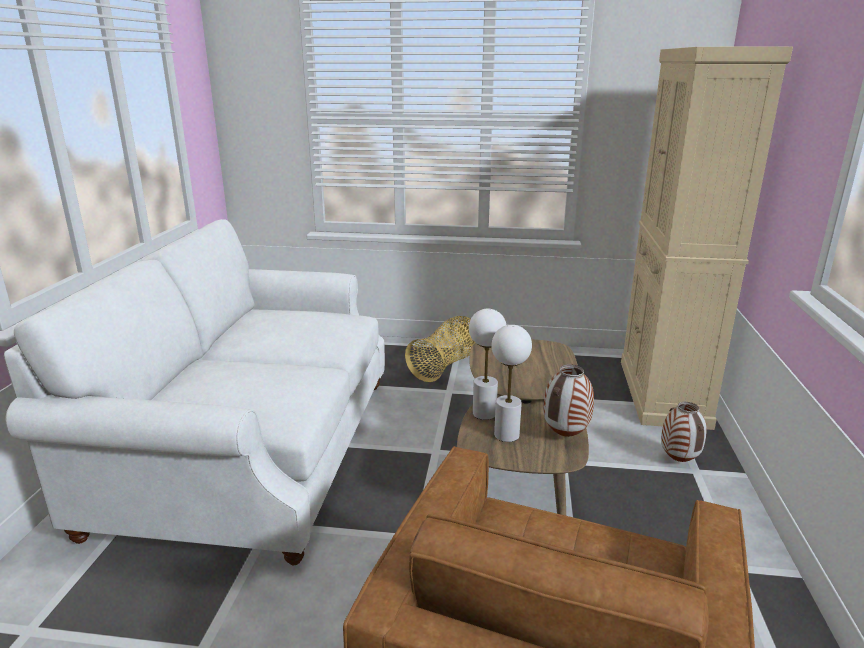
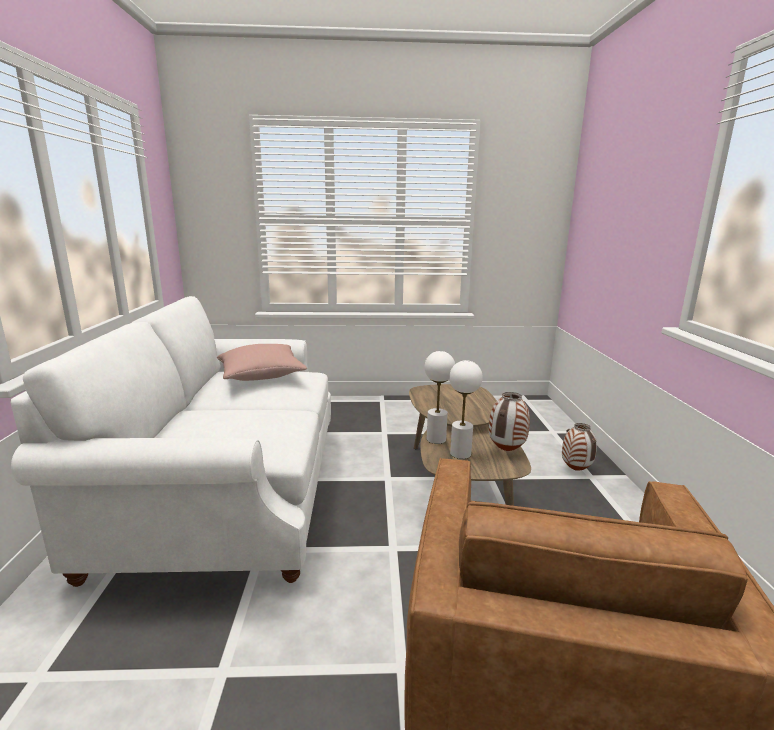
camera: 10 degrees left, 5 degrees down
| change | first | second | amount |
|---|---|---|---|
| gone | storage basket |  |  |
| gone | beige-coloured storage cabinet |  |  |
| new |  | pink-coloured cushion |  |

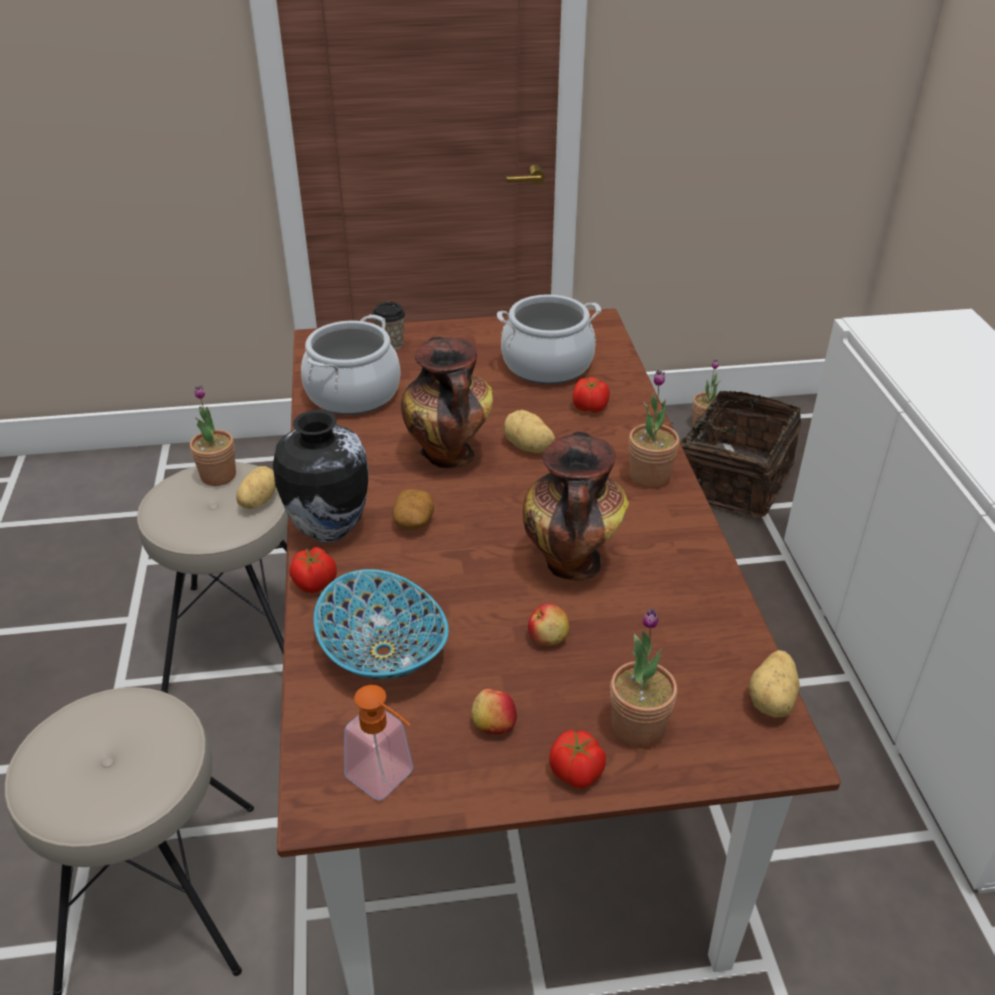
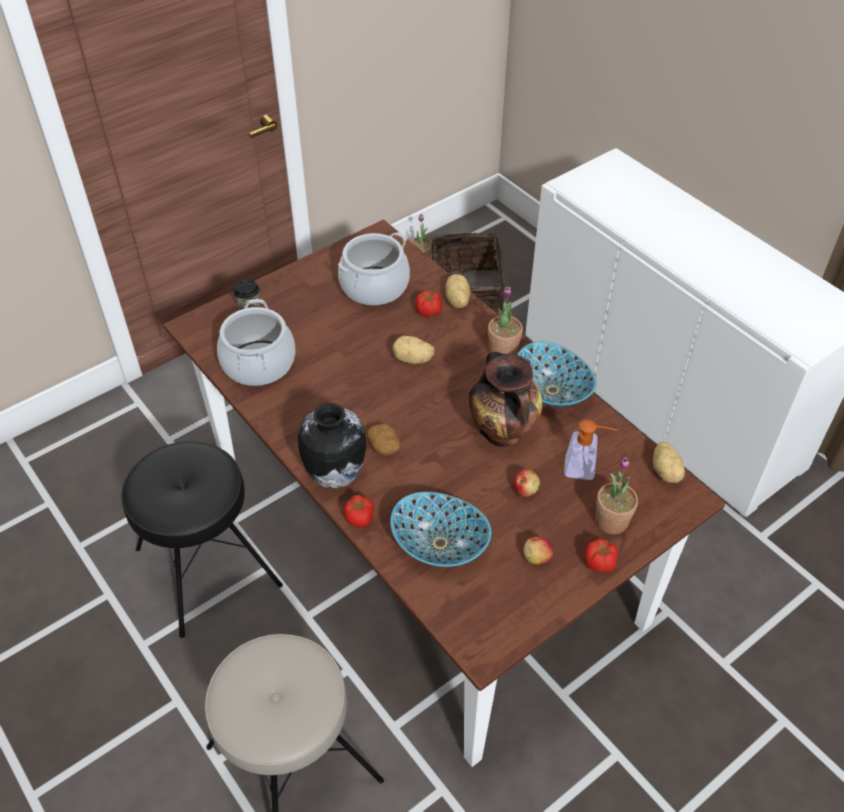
camera: 30 degrees left, 10 degrees up
| change | first | second | amount |
|---|---|---|---|
| gone | houseplant (no. 1 from left) |  |  |
| gone | vase (no. 2 from left) |  |  |
| new |  | deep dish (no. 2 from left) |  |
| shifted | potato (no. 1 from left in the first image) | potato (no. 3 from left) |  |
| shifted | soap bottle |  |  |
| repainted | beige-coloured sitting stool (no. 2 from left) | black-coloured sitting stool |  |

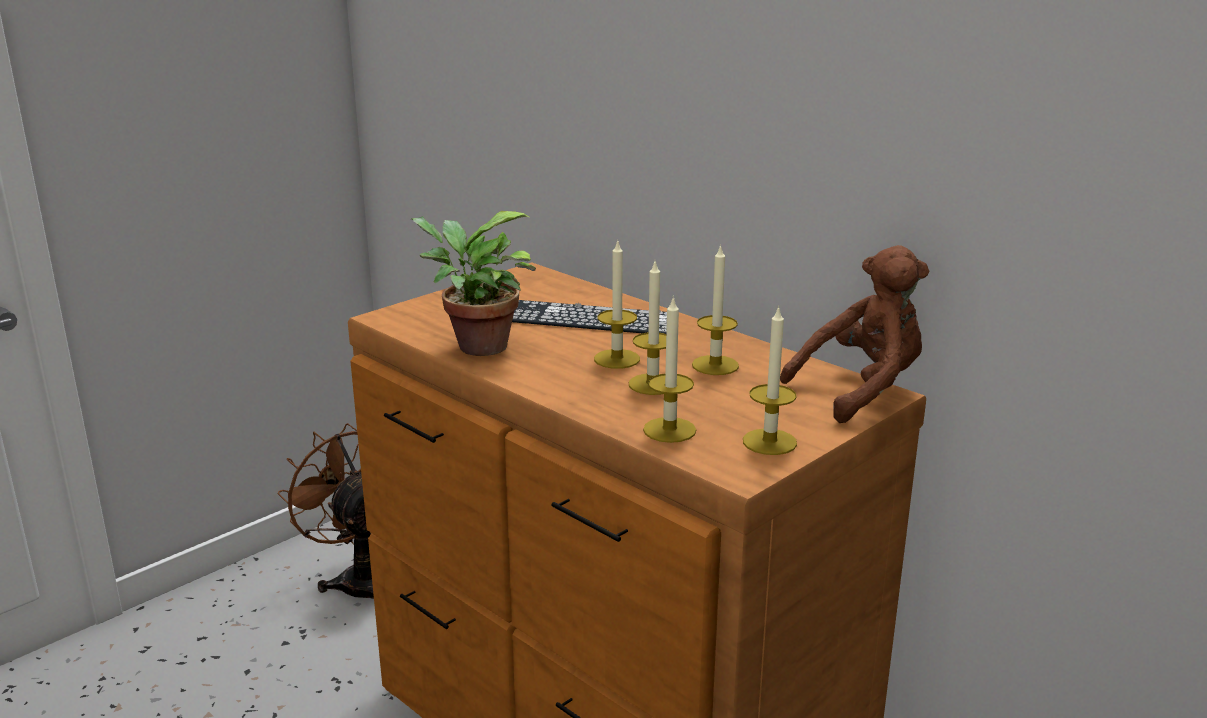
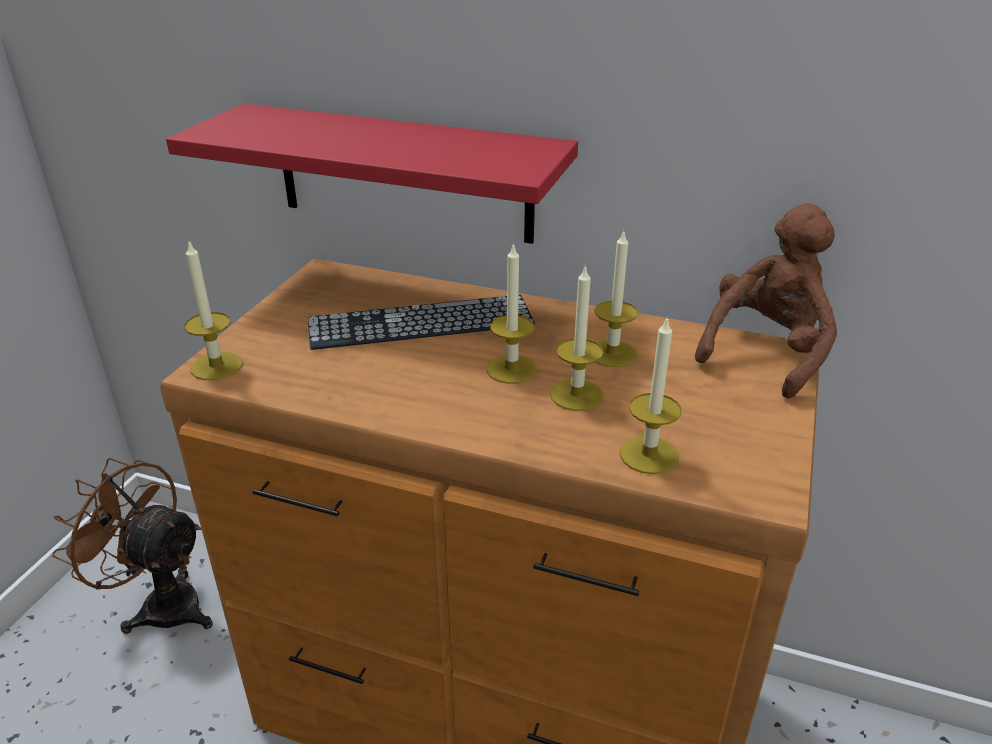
camera: 25 degrees left, 10 degrees up
| change | first | second | amount |
|---|---|---|---|
| gone | houseplant |  |  |
| new |  | reddish wall shelf |  |
| shifted | wax light (no. 5 from left in the first image) | wax light (no. 1 from left) |  |

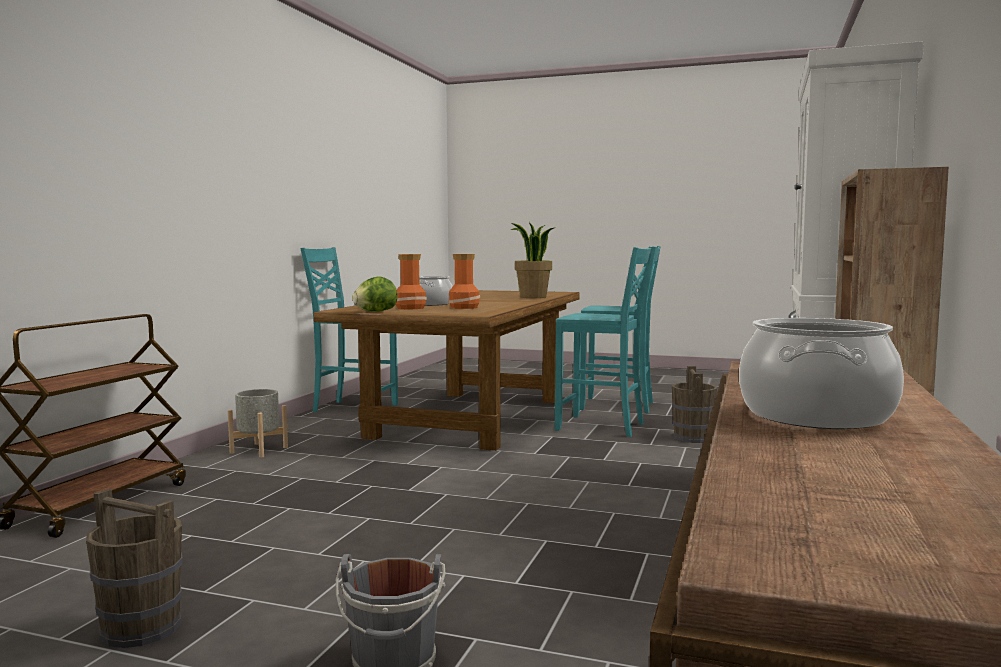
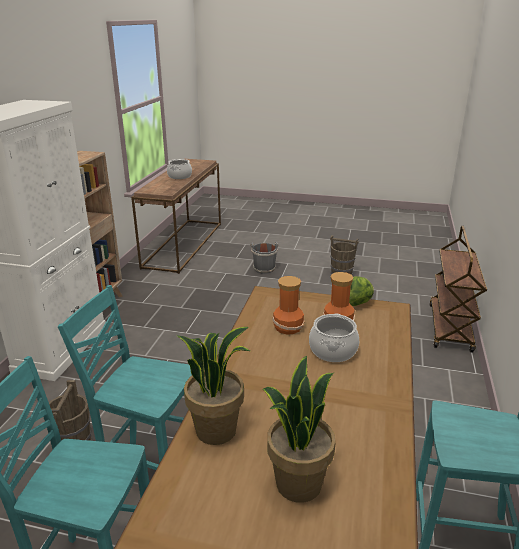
camera: 175 degrees right, 20 degrees up
| change | first | second | amount |
|---|---|---|---|
| gone | gray flower pot |  |  |
| new |  | houseplant (no. 2 from left) |  |

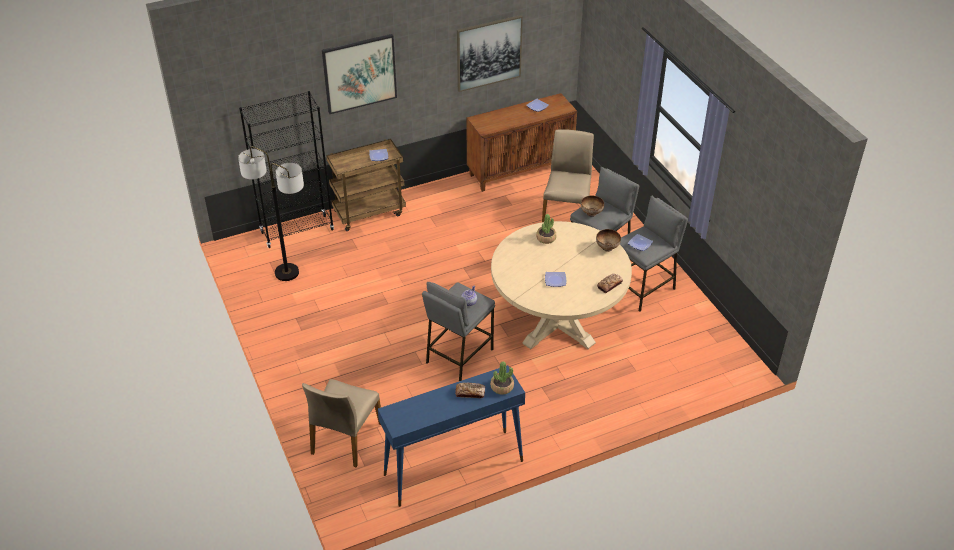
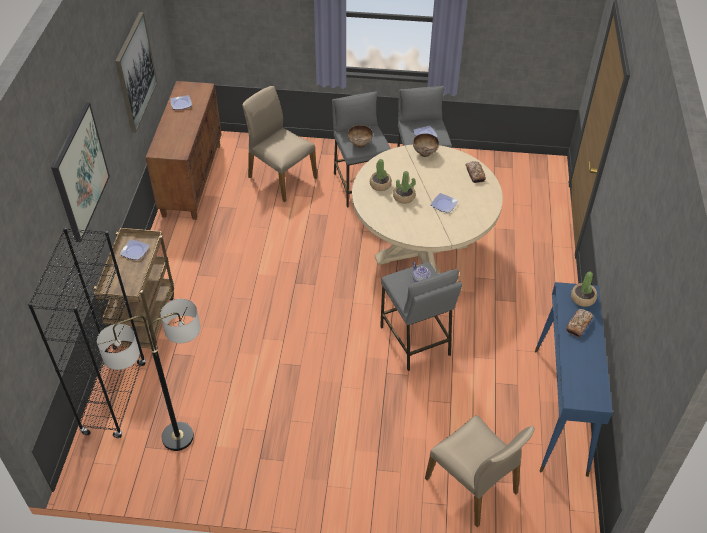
camera: 60 degrees left, 5 degrees up
| change | first | second | amount |
|---|---|---|---|
| new |  | houseplant (no. 2 from left) |  |

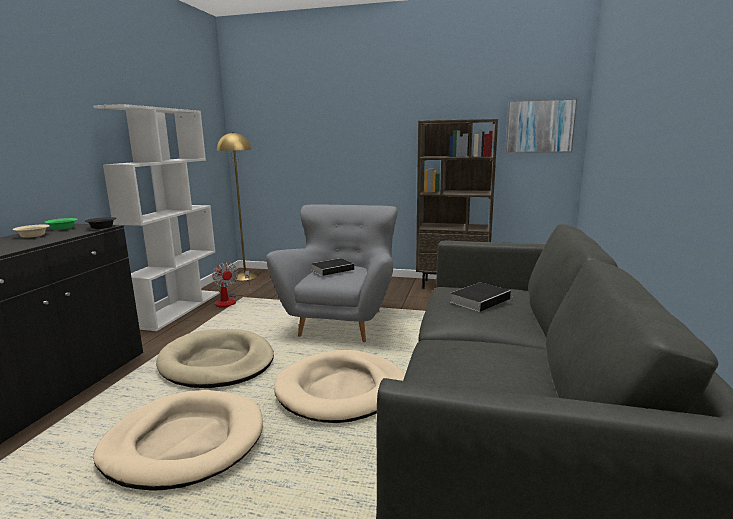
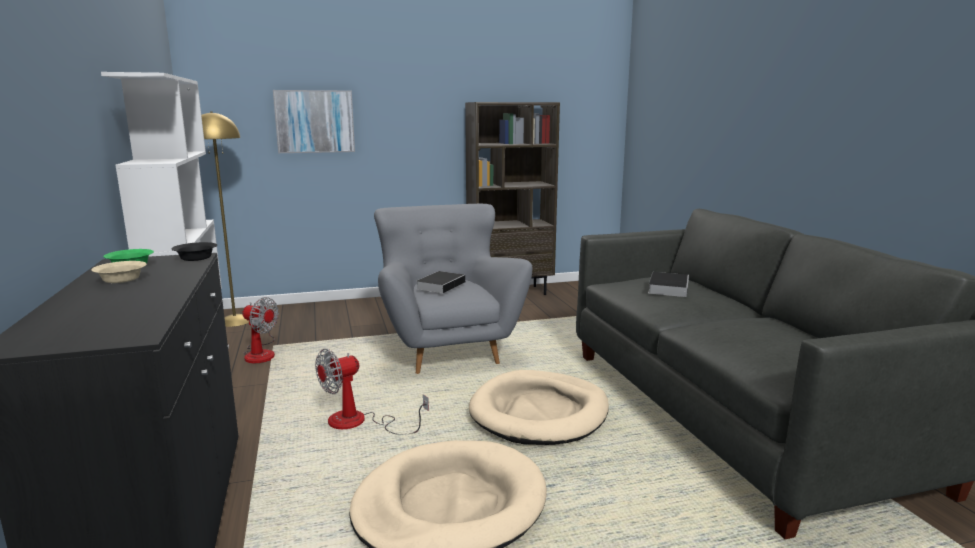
camera: 30 degrees left, 0 degrees up
| change | first | second | amount |
|---|---|---|---|
| shifted | wall art |  |  |
| swapped | beige-coloured pet bed (no. 2 from left) | electric fan (no. 2 from left) |  |

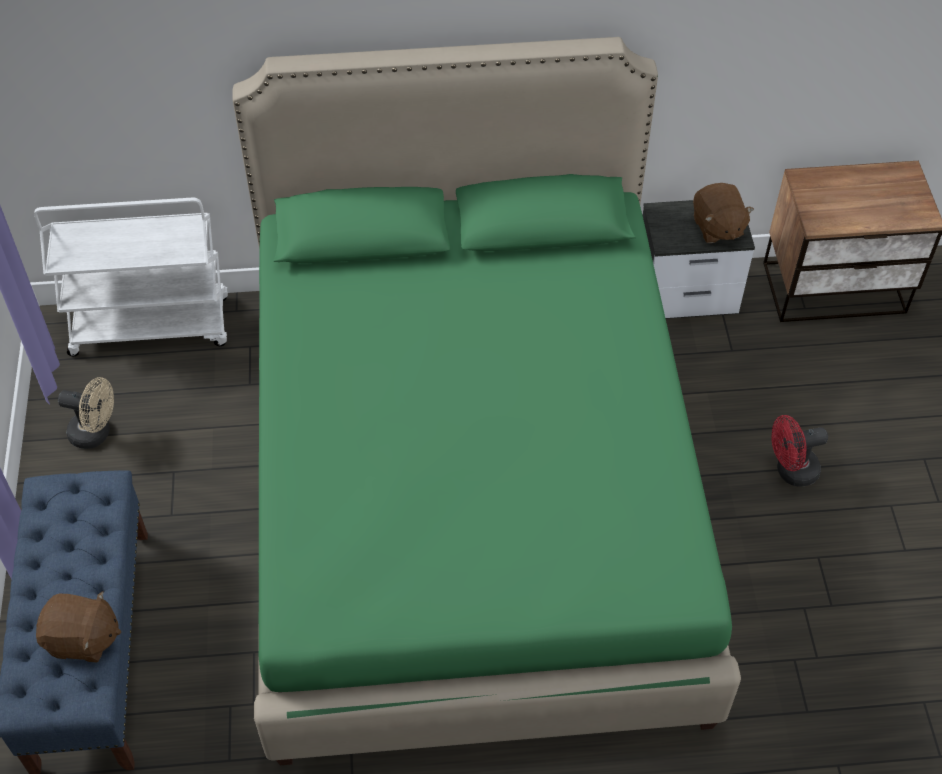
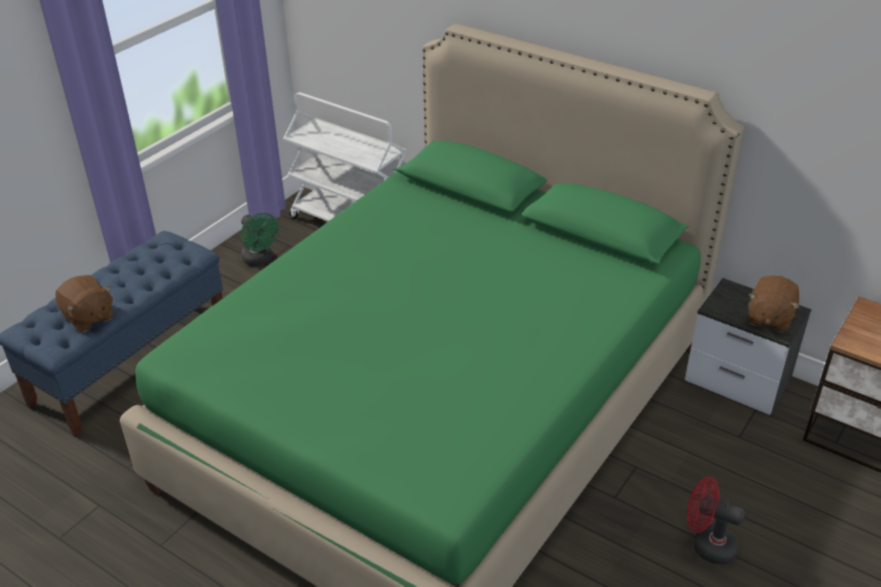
camera: 40 degrees right, 15 degrees down
| change | first | second | amount |
|---|---|---|---|
| repainted | beige-coloured electric fan | green electric fan |  |

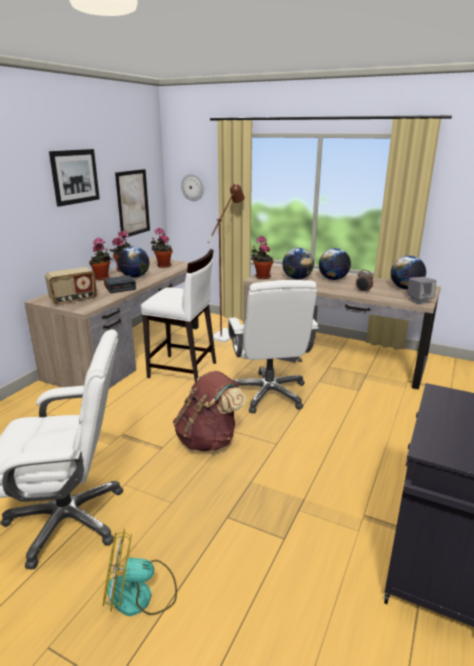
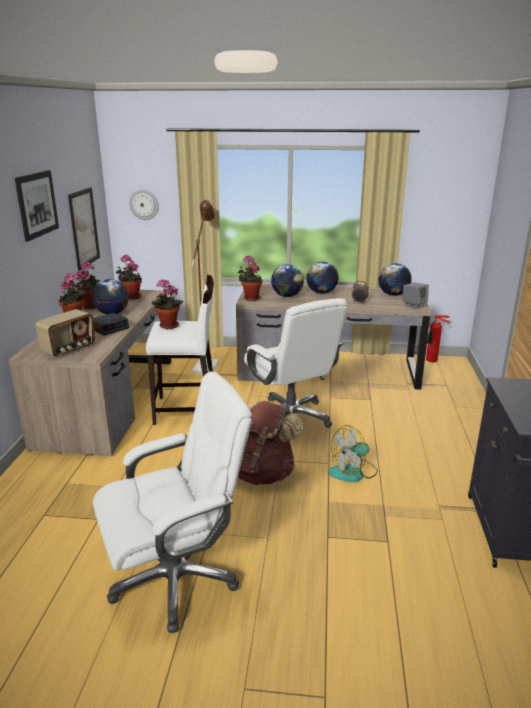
camera: 20 degrees left, 0 degrees up
| change | first | second | amount |
|---|---|---|---|
| new |  | houseplant (no. 4 from left) |  |
| new |  | fire-fighting cylinder |  |
| shifted | electric fan |  |  |

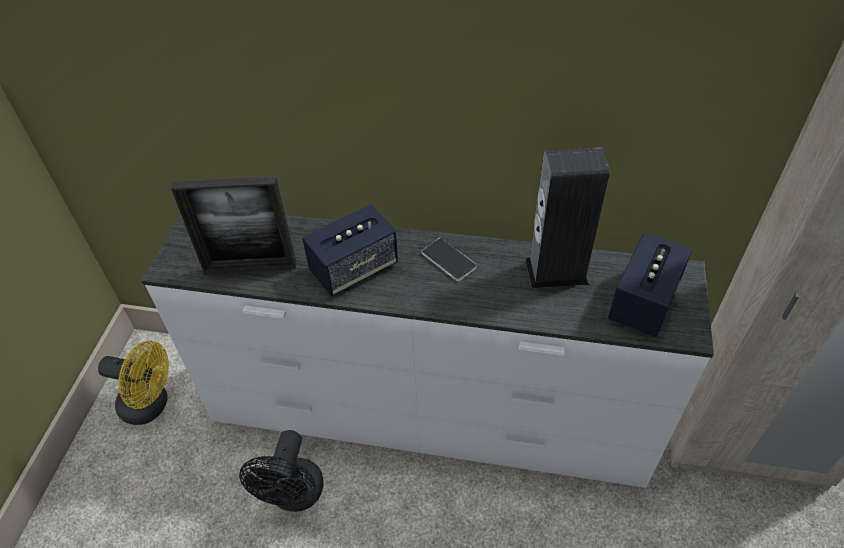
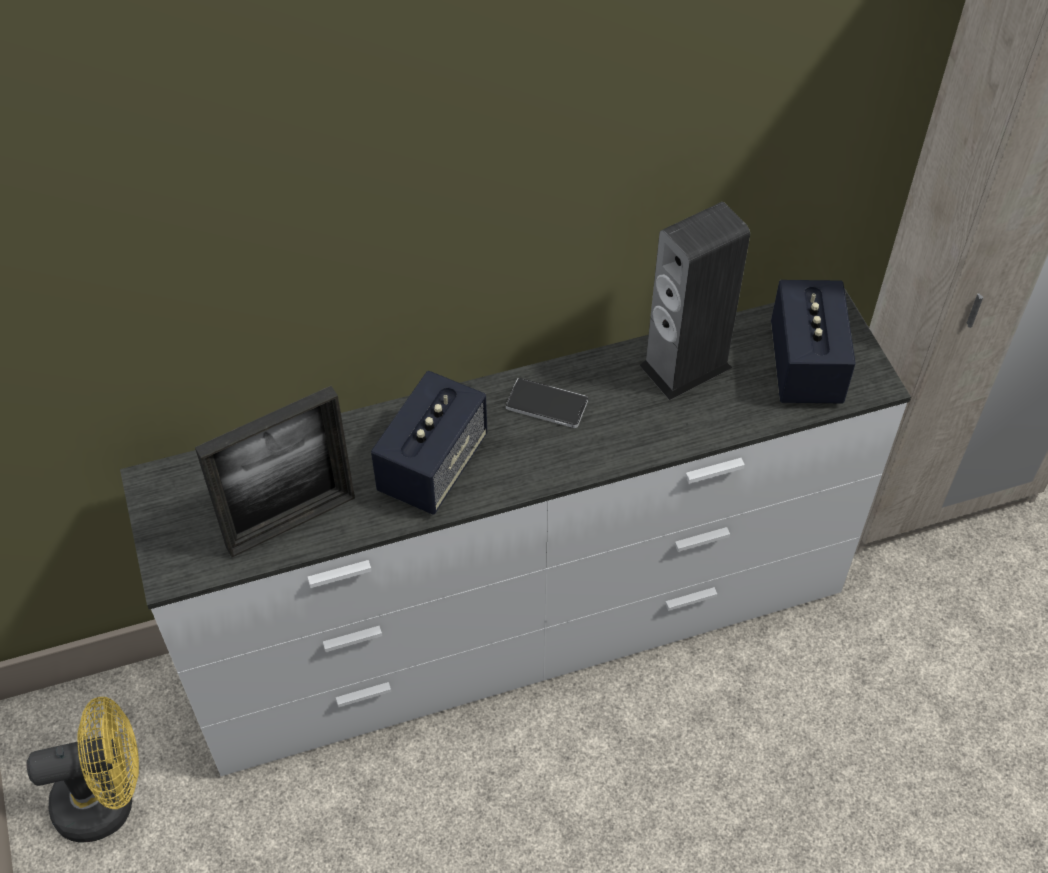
camera: 30 degrees left, 5 degrees up
| change | first | second | amount |
|---|---|---|---|
| gone | black-coloured electric fan |  |  |

